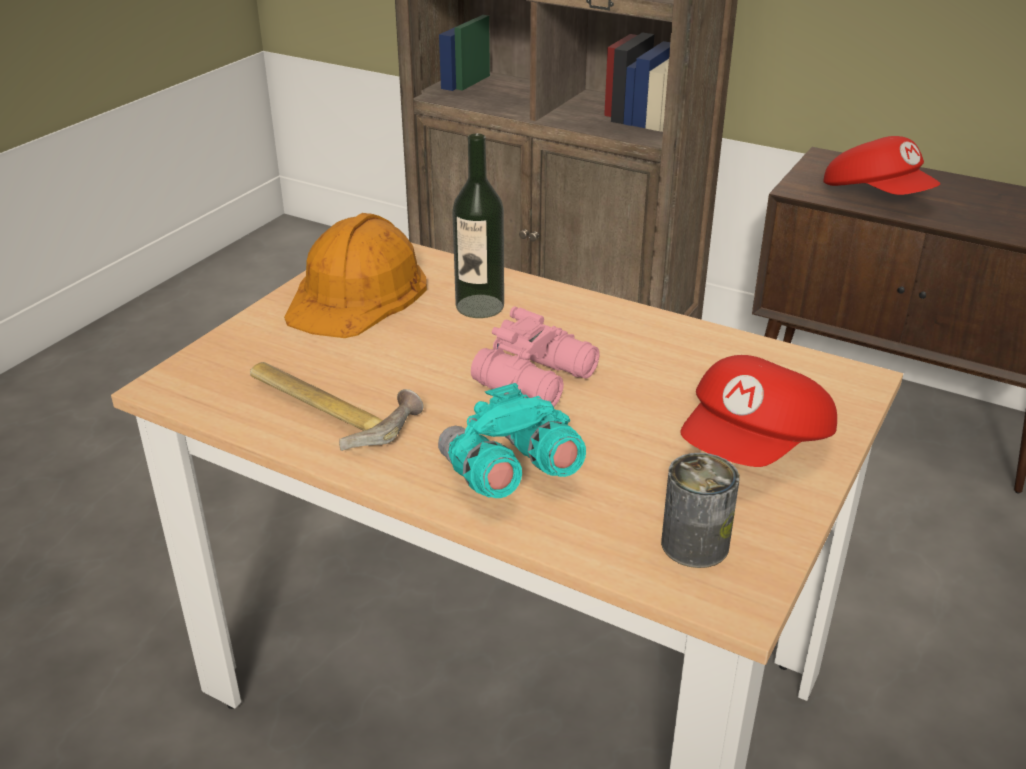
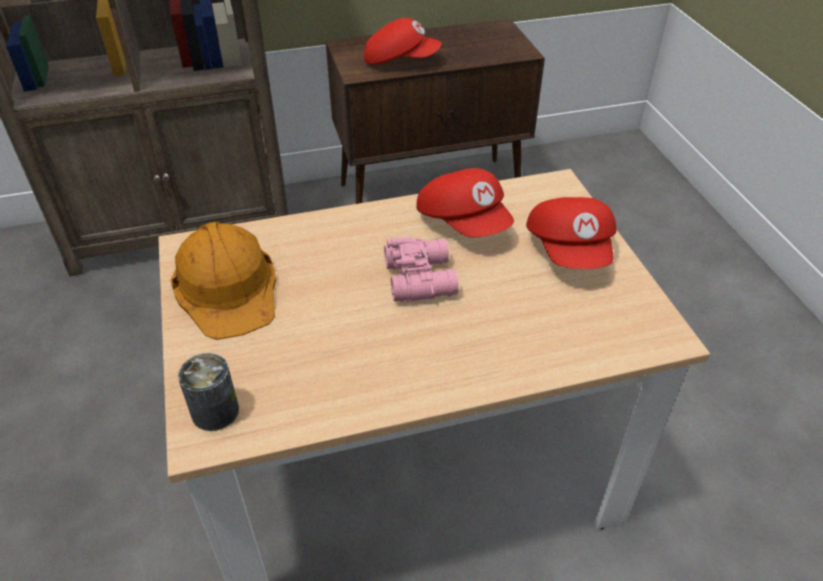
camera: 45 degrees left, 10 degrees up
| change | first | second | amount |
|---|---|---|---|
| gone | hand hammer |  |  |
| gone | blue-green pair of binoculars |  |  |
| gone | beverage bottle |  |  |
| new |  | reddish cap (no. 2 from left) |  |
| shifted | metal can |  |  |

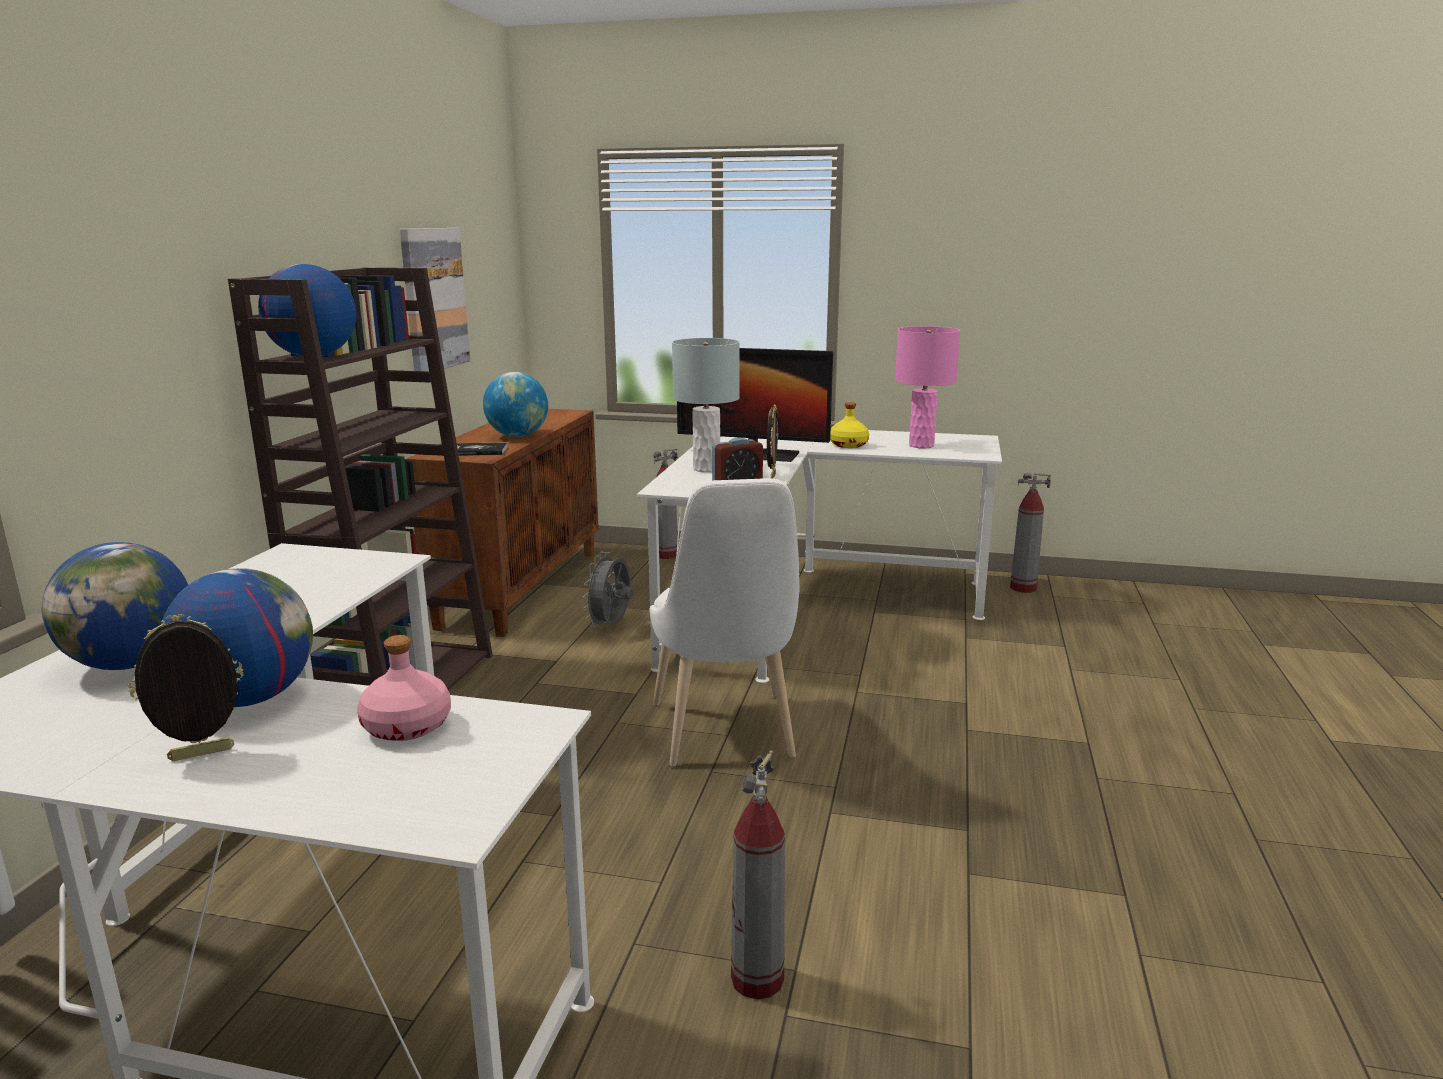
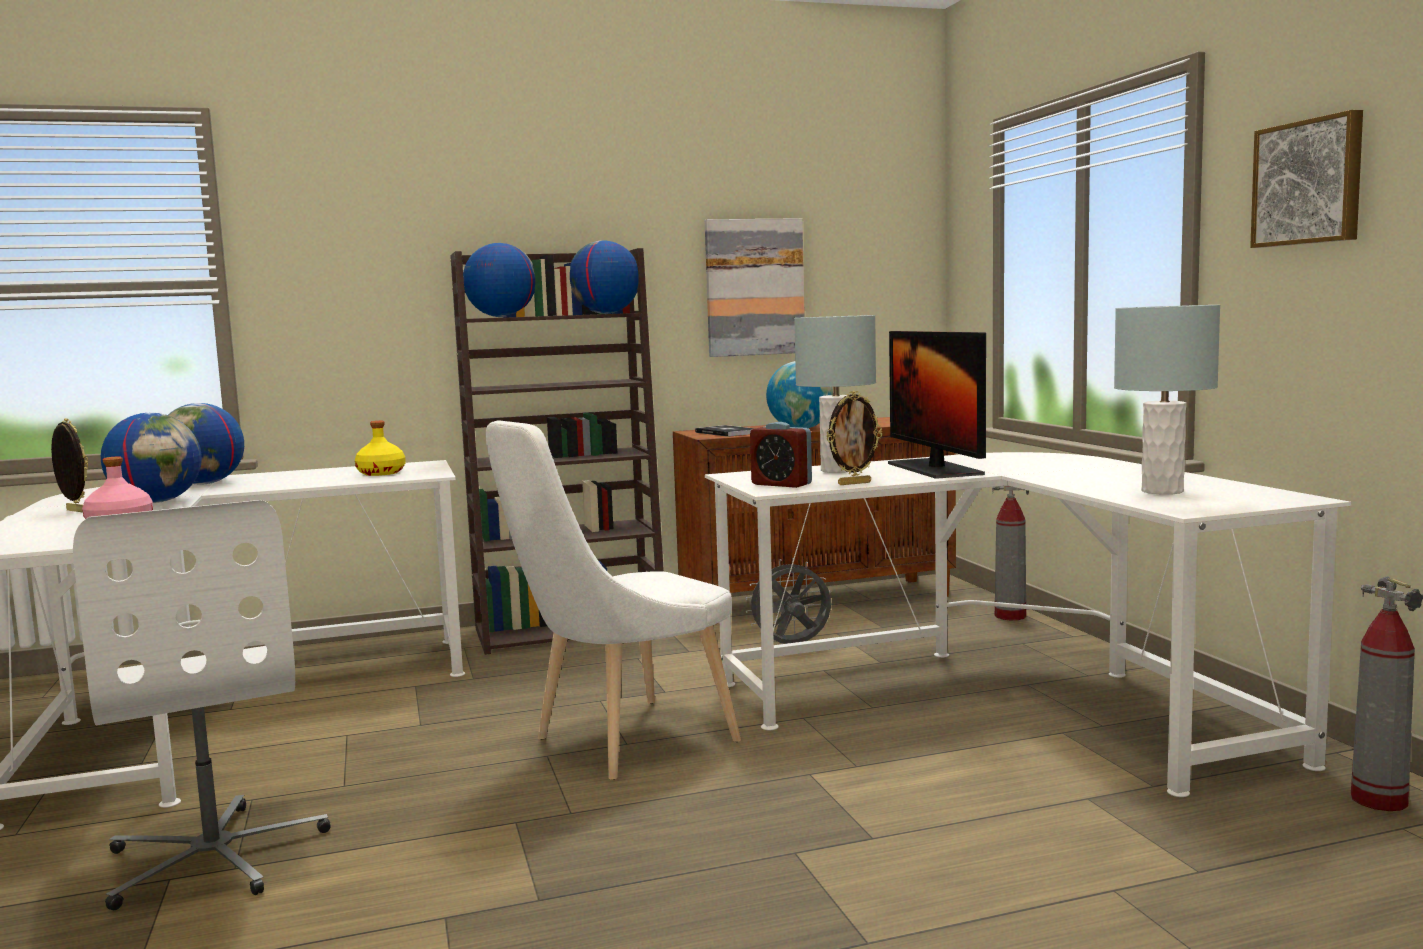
camera: 60 degrees right, 10 degrees down
| change | first | second | amount |
|---|---|---|---|
| new |  | globe (no. 4 from left) |  |
| new |  | wall art (no. 2 from left) |  |
| shifted | yellowish beverage bottle |  |  |
| swapped | fire-fighting cylinder (no. 2 from left) | white-coloured office chair |  |
| repainted | pink-coloured table lamp | gray table lamp (no. 2 from left) |  |

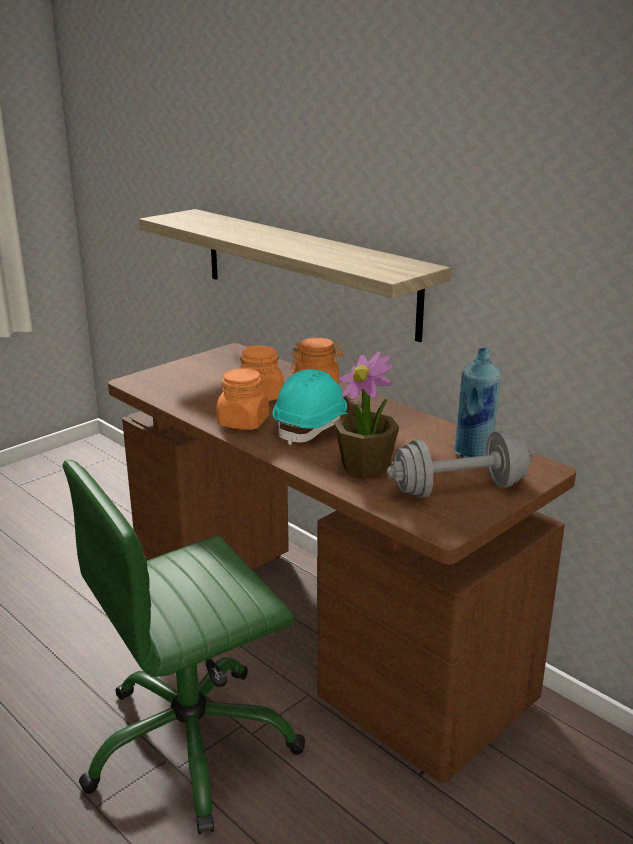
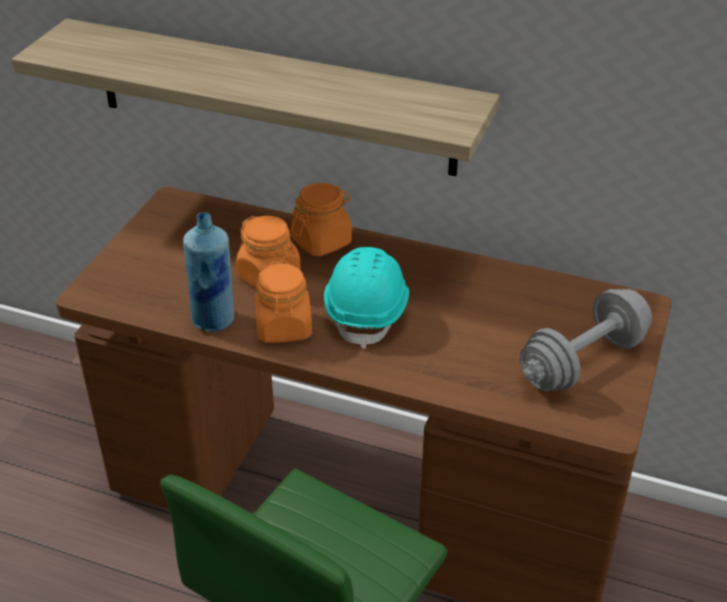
camera: 25 degrees left, 15 degrees up
| change | first | second | amount |
|---|---|---|---|
| gone | houseplant |  |  |
| shifted | blue-coloured beverage bottle |  |  |

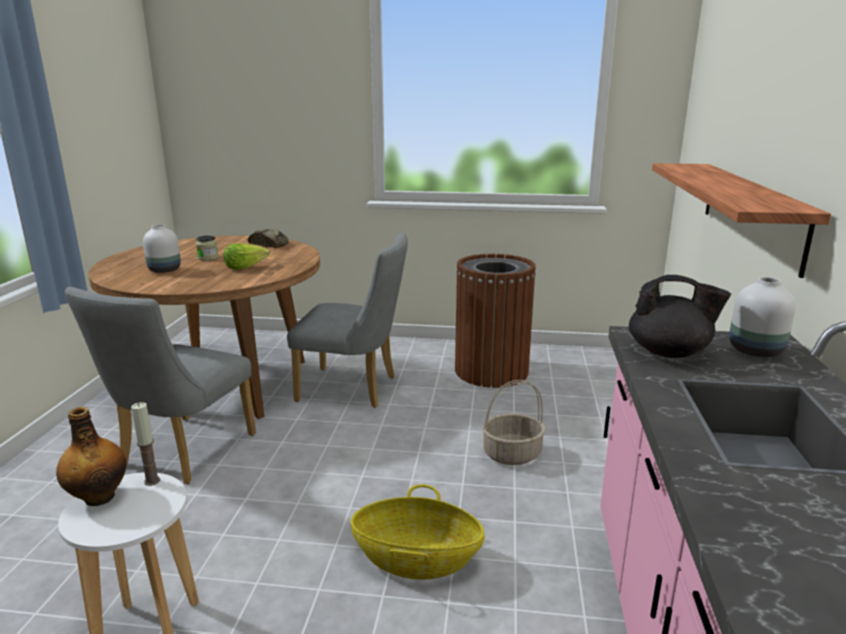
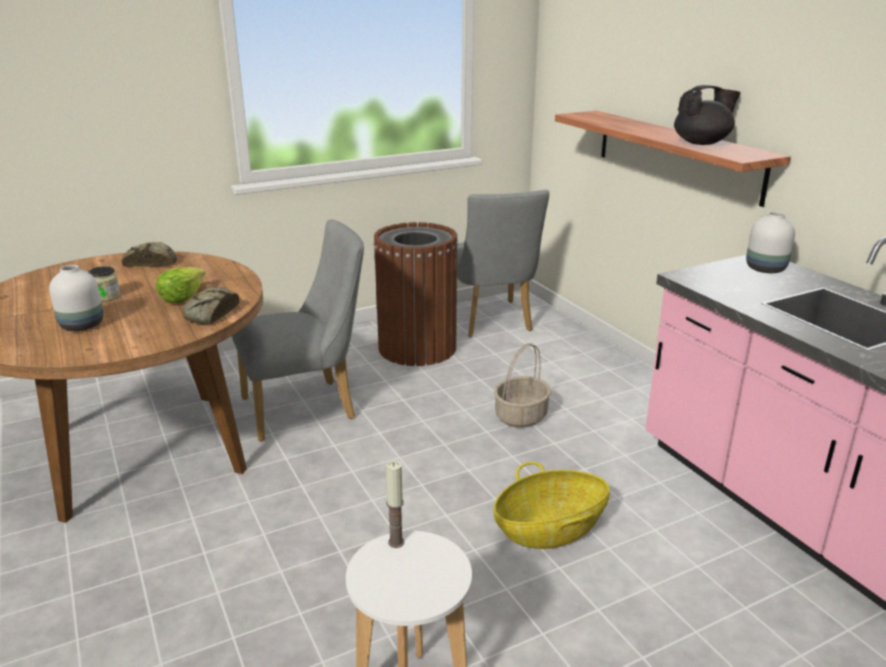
camera: 35 degrees left, 5 degrees up
| change | first | second | amount |
|---|---|---|---|
| gone | beverage bottle |  |  |
| new |  | bakery bread (no. 2 from left) |  |
| shifted | gray chair (no. 1 from left in the first image) | gray chair (no. 2 from left) |  |
| shifted | black-coloured teapot |  |  |

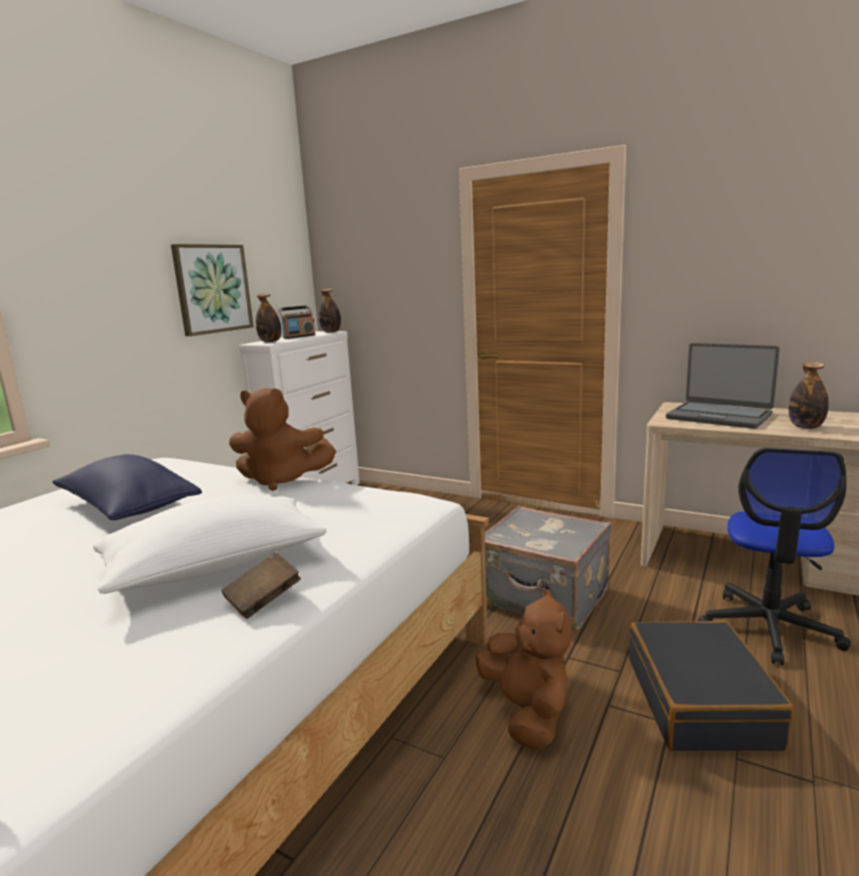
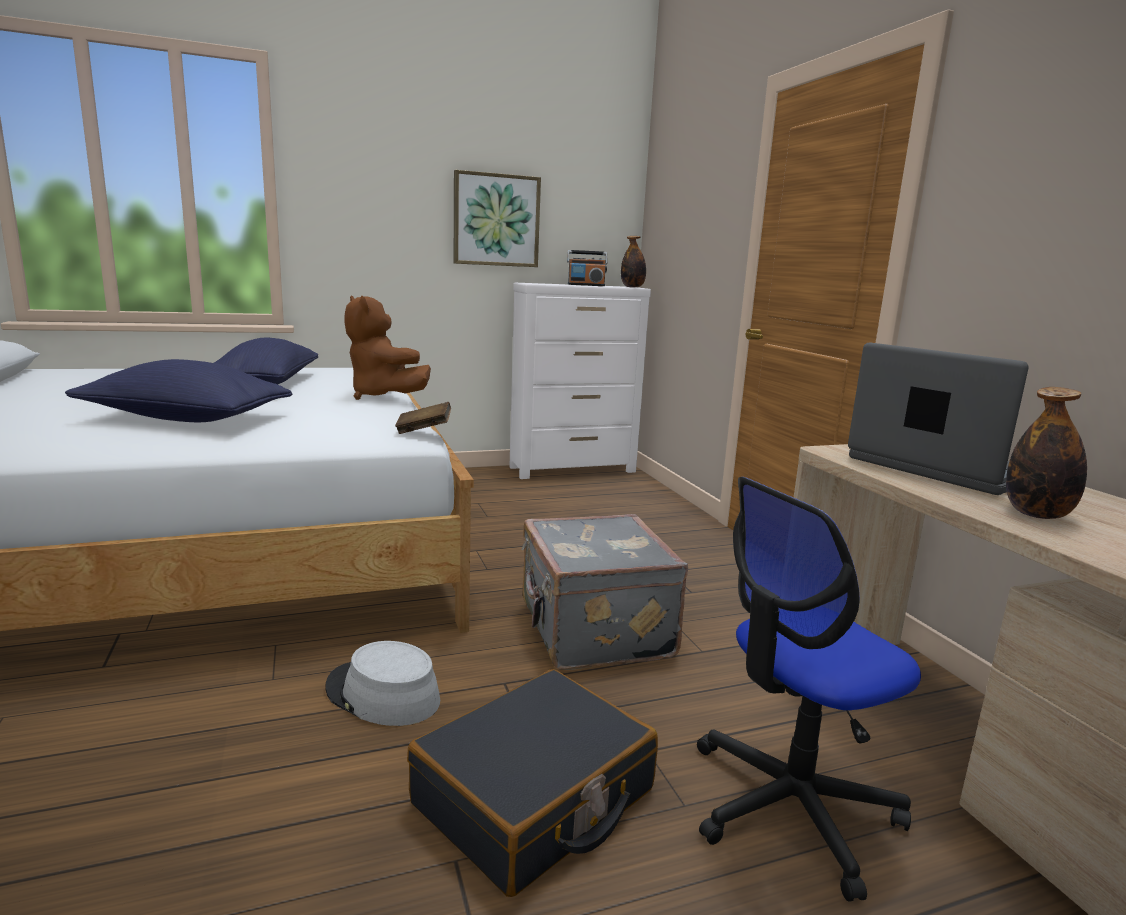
camera: 40 degrees right, 0 degrees up
| change | first | second | amount |
|---|---|---|---|
| gone | beverage bottle (no. 1 from left) |  |  |
| shifted | brownish volume |  |  |
| swapped | brownish plush toy (no. 2 from left) | gray clothing hat |  |
| repainted | white-coloured cushion | blue-coloured cushion (no. 1 from left) |  |
| rotated | notebook computer |  | 150 degrees clockwise |

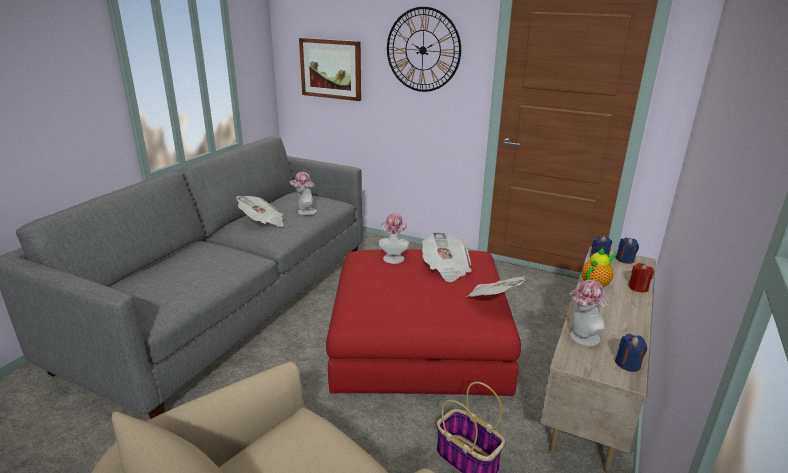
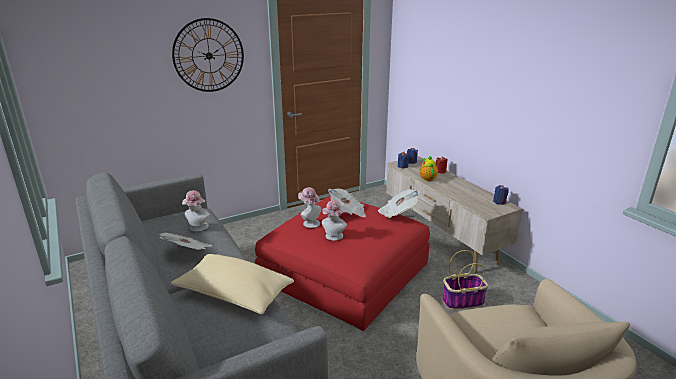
camera: 55 degrees left, 0 degrees up
| change | first | second | amount |
|---|---|---|---|
| gone | wall art |  |  |
| new |  | beige-coloured cushion |  |
| shifted | clothing hat (no. 3 from left) |  |  |

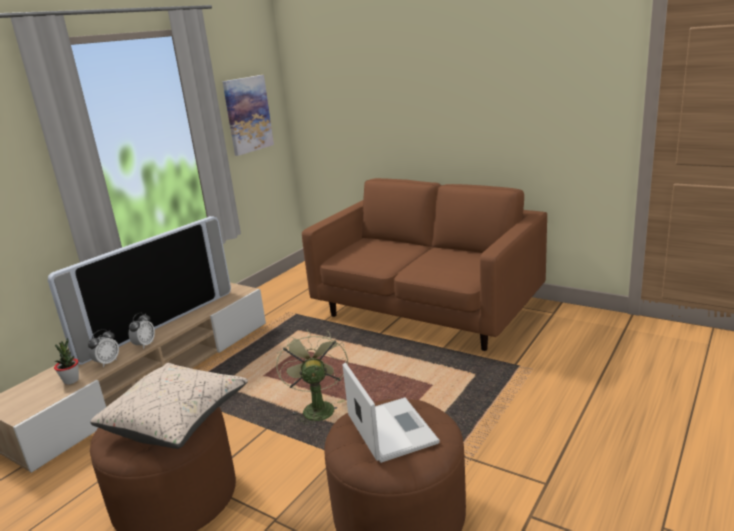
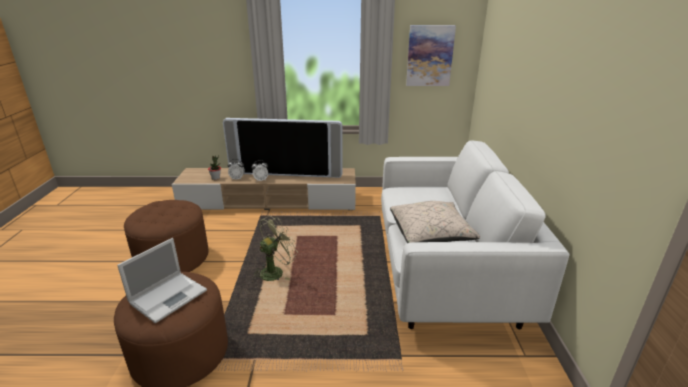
camera: 55 degrees right, 5 degrees up
| change | first | second | amount |
|---|---|---|---|
| shifted | beige-coloured cushion |  |  |
| repainted | brownish sofa | white-coloured sofa |  |

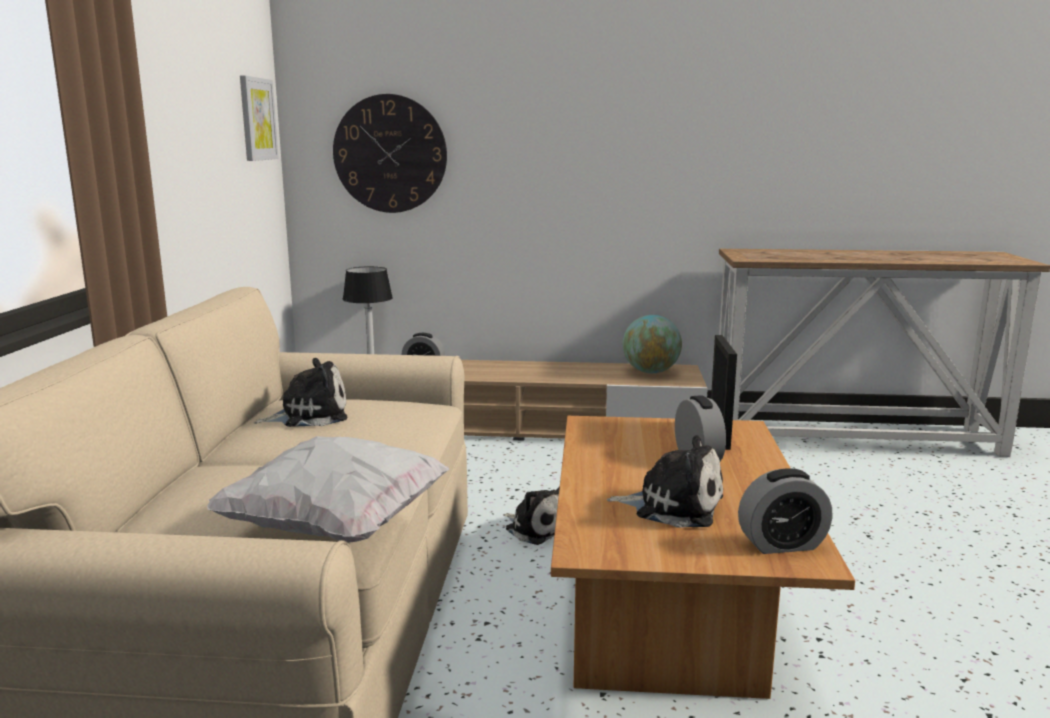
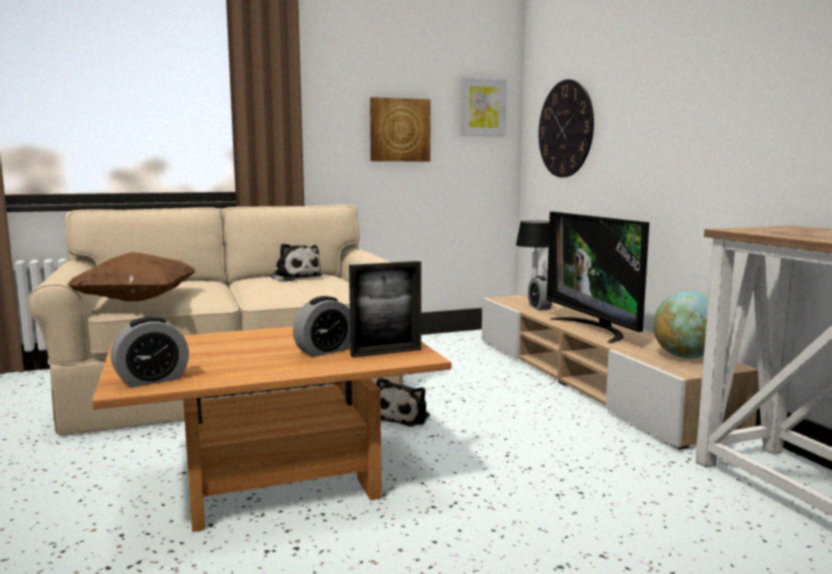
camera: 65 degrees right, 5 degrees down
| change | first | second | amount |
|---|---|---|---|
| gone | plush toy (no. 3 from left) |  |  |
| new |  | wall art (no. 1 from left) |  |
| new |  | television |  |
| repainted | white-coloured cushion | brownish cushion |  |
| rotated | table clock (no. 3 from left in the first image) | table clock (no. 1 from left) | 90 degrees counterclockwise |

